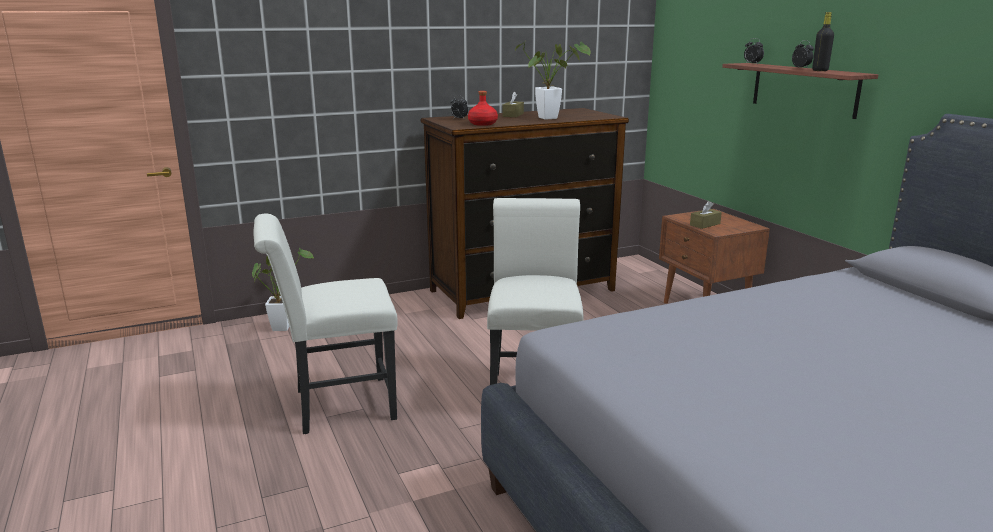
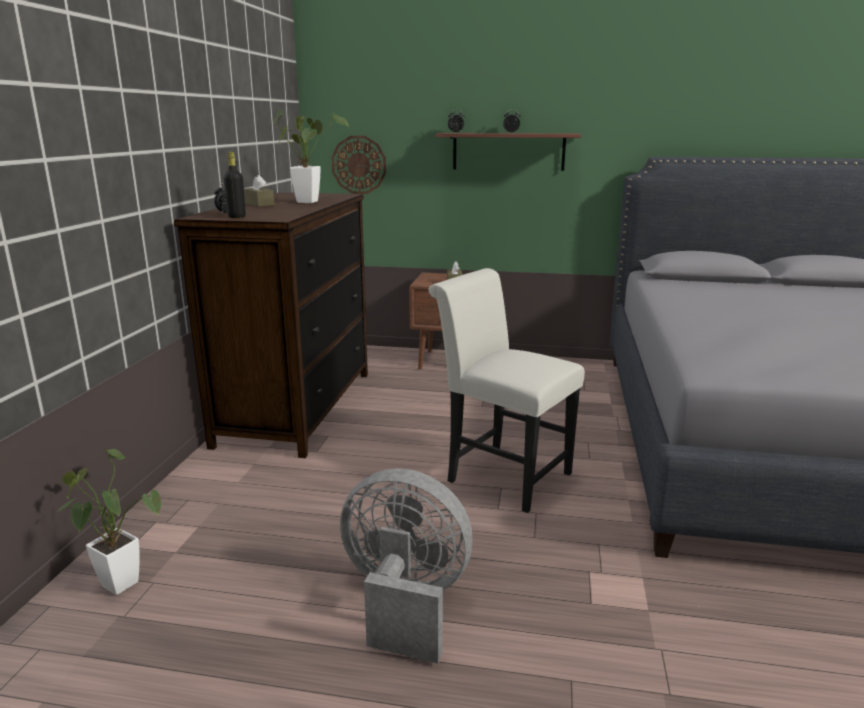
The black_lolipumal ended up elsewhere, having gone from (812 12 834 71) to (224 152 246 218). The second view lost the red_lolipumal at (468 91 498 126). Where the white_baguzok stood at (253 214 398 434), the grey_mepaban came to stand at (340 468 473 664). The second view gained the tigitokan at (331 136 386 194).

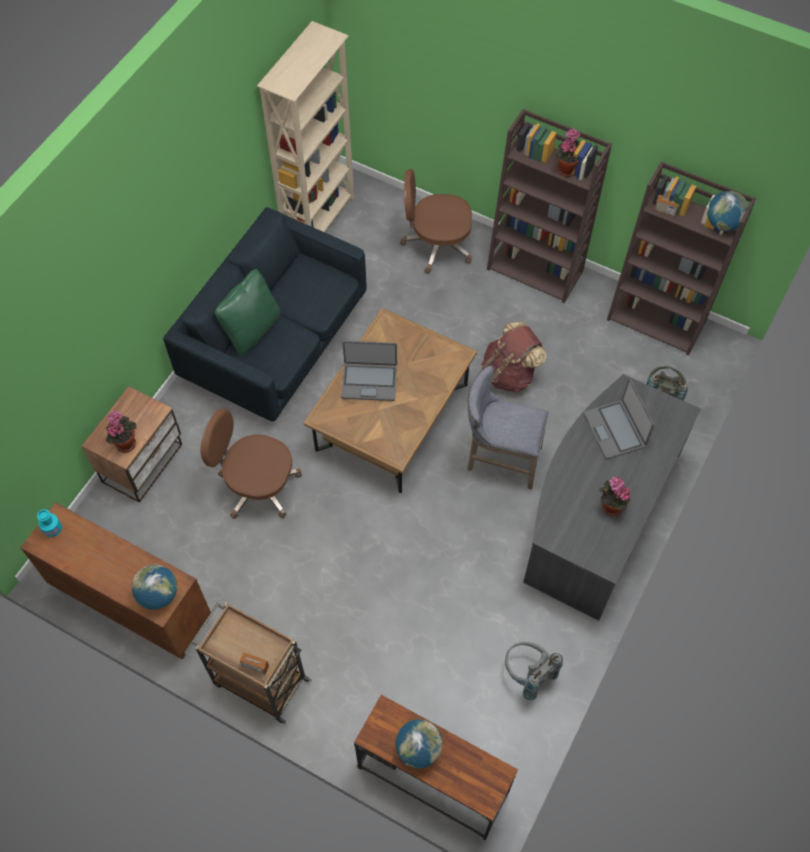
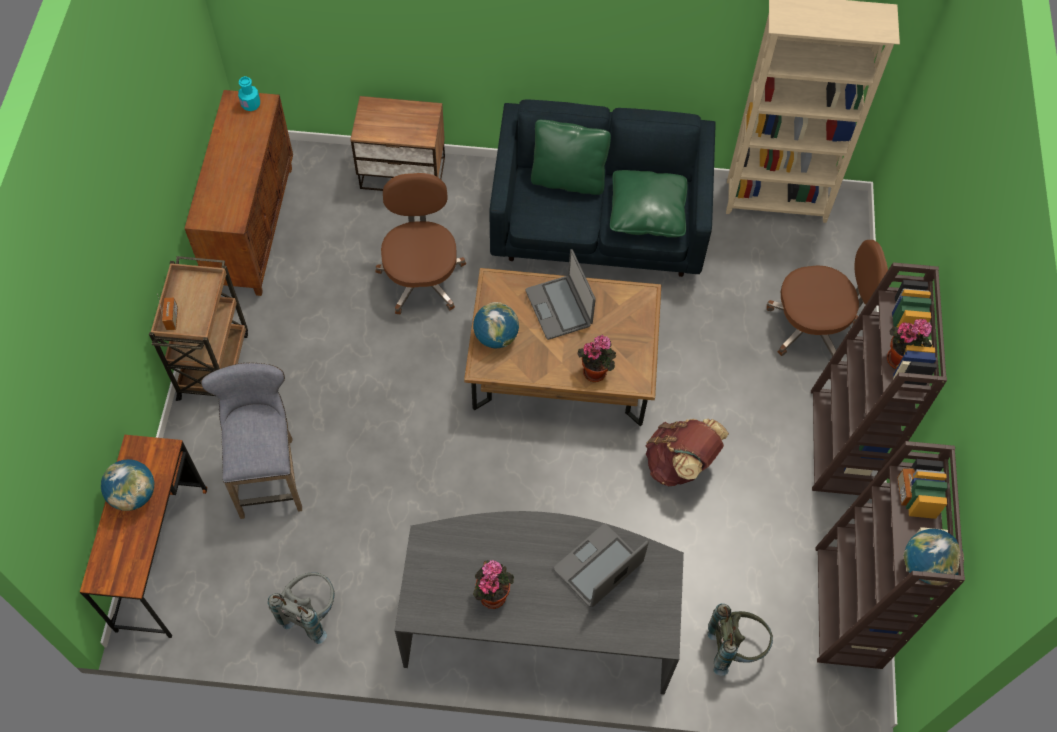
The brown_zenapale at (400 169 472 274) ended up facing another way, 105 degrees clockwise from before. The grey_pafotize ended up elsewhere, having gone from (467 365 549 490) to (201 363 302 519). The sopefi ended up elsewhere, having gone from (106 411 137 453) to (577 335 617 382). The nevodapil ended up elsewhere, having gone from (132 565 177 609) to (473 302 519 348). The second view gained the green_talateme at (610 170 688 237).

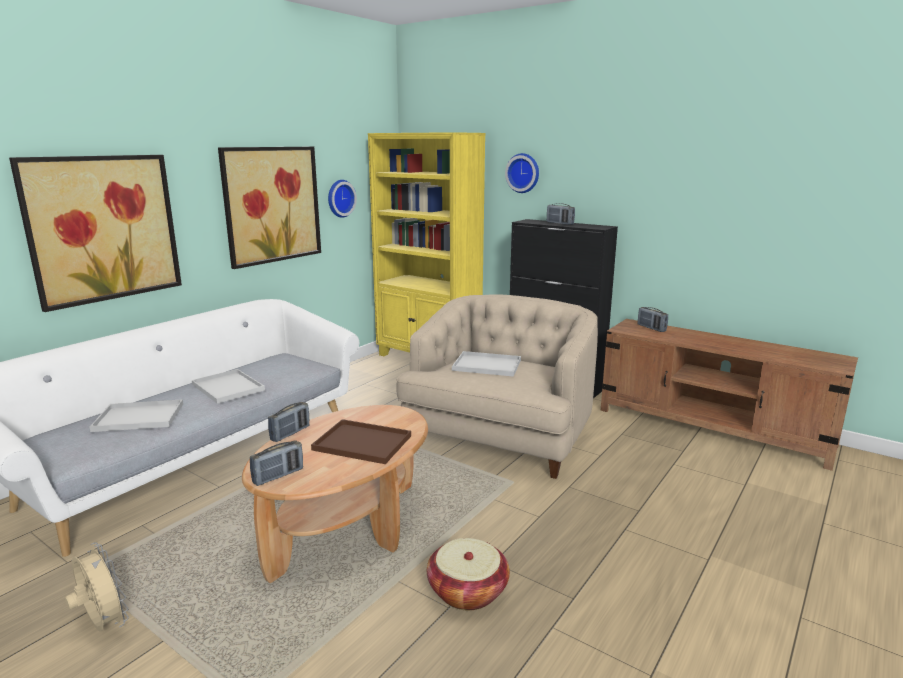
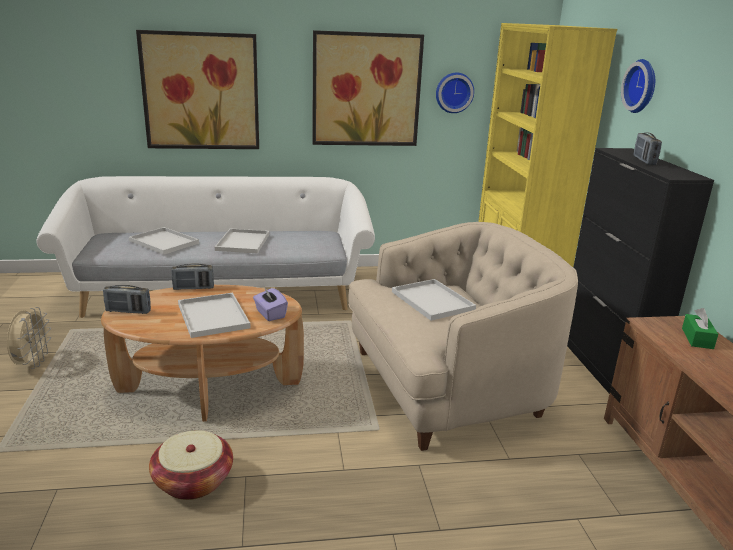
Where the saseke stood at (638 307 668 332), the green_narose came to stand at (682 308 718 349). What was the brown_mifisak at (311 419 411 464) turned into the white_mifisak at (178 293 251 338). The second view gained the purple_narose at (253 287 288 321).

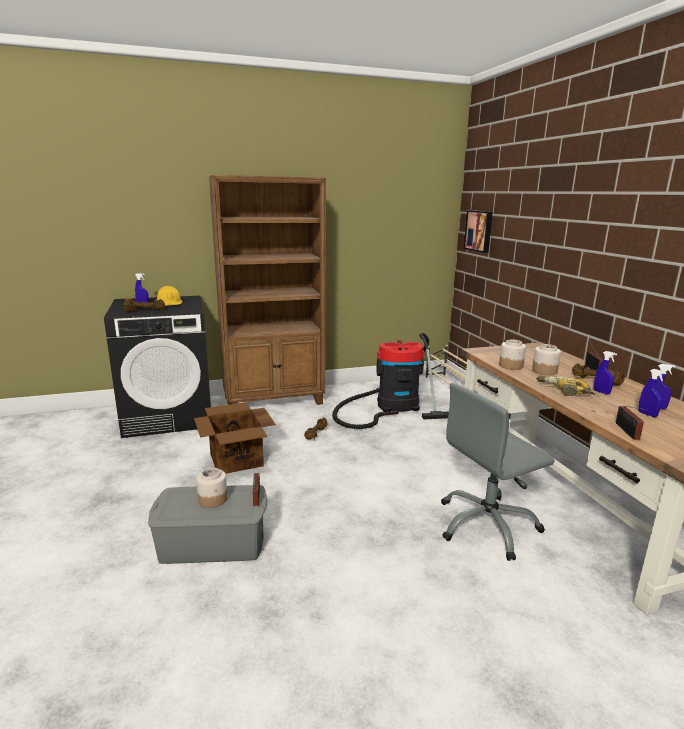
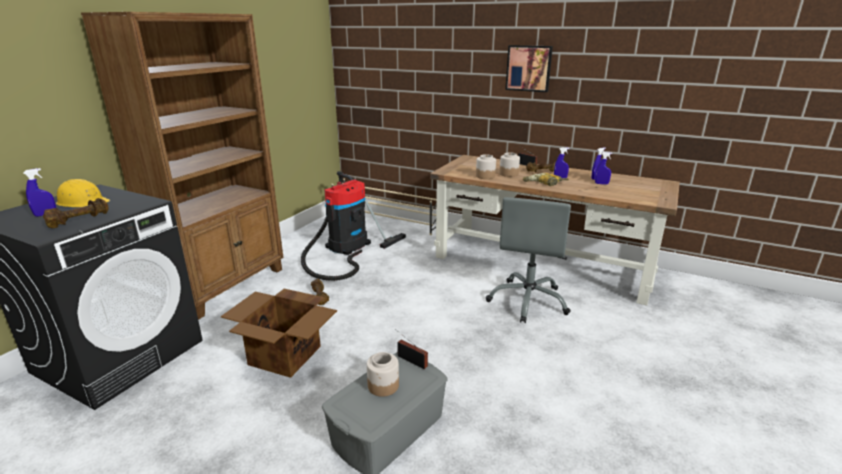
The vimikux ended up elsewhere, having gone from (464 210 493 253) to (505 45 553 92). The second view lost the saseke at (616 406 648 440).

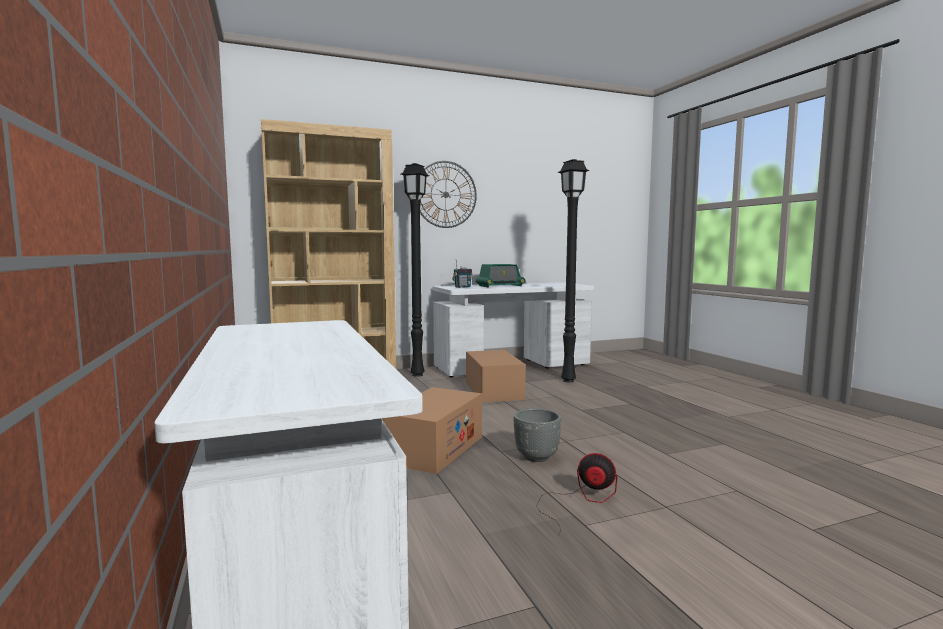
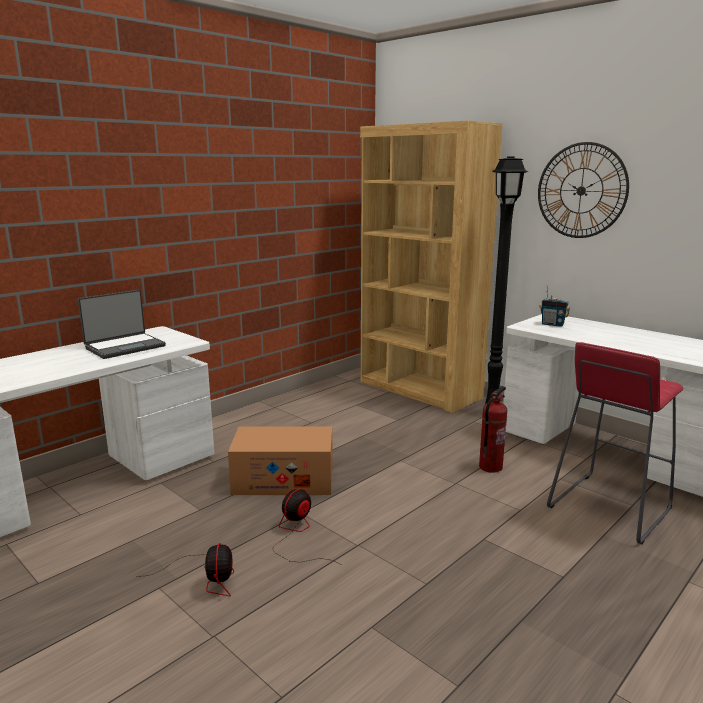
Where the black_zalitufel stood at (557 159 590 382), the red_pafotize came to stand at (547 342 684 545). The second view lost the saseke at (476 264 526 287). Where the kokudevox stood at (466 350 526 402), the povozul came to stand at (479 386 507 473). Where the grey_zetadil stood at (514 408 561 462), the mepaban came to stand at (273 489 341 565). The second view gained the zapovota at (78 290 166 359).

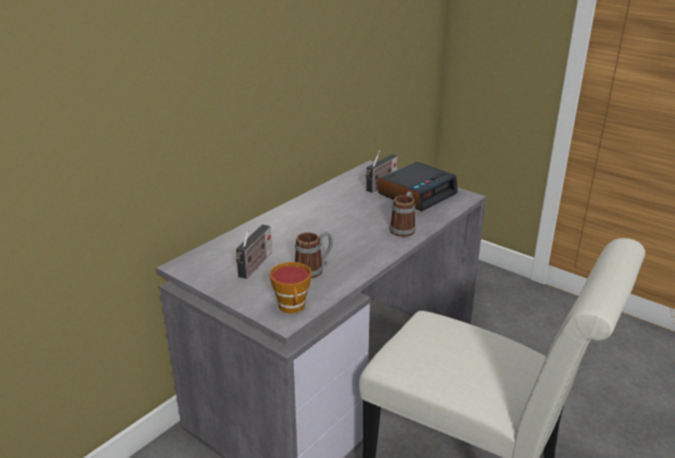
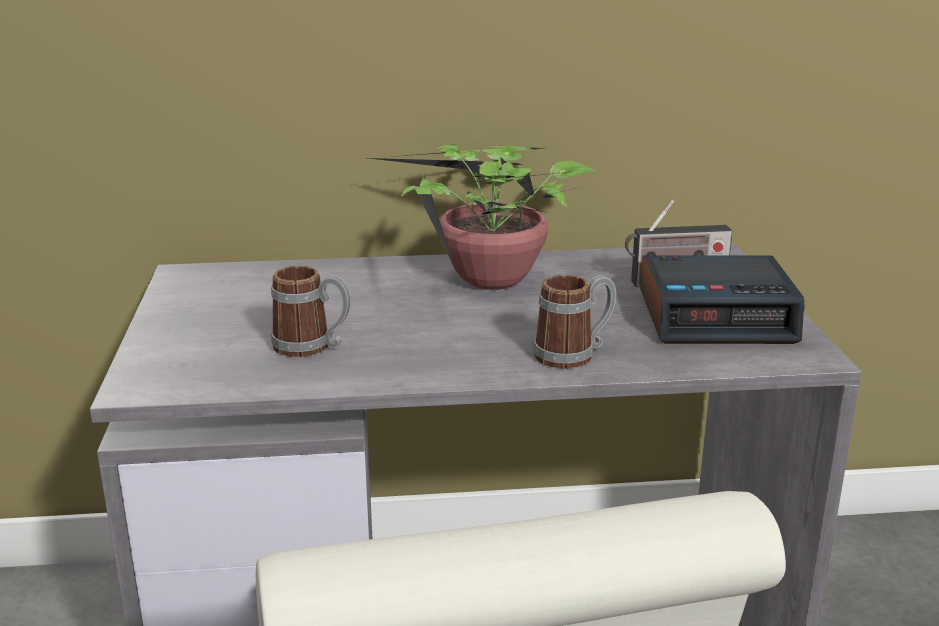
The second view lost the saseke at (236 224 272 279). The second view lost the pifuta at (269 262 312 314). The second view gained the sopefi at (369 144 597 290).

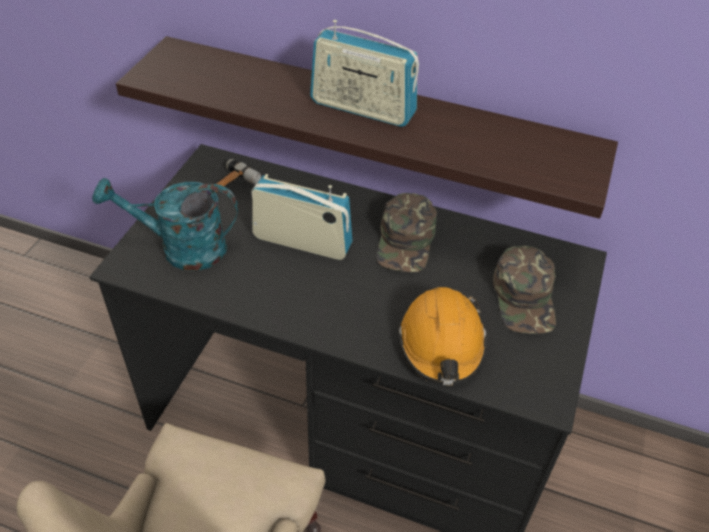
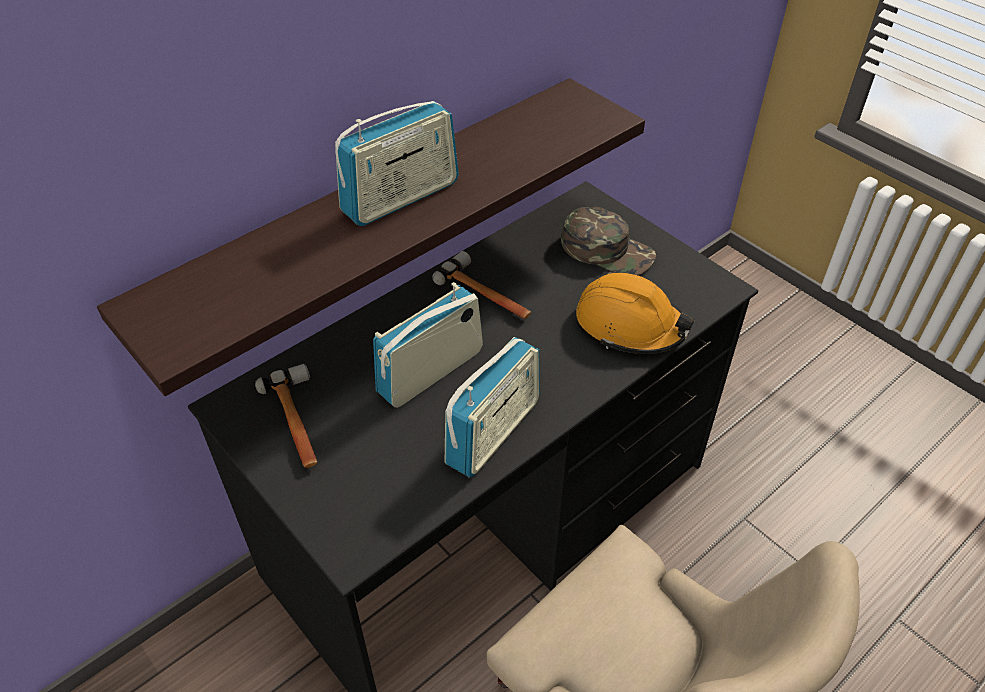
The second view lost the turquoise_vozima at (92 178 238 271). Where the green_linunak stood at (377 193 437 272), the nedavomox came to stand at (432 251 531 319). The second view gained the saseke at (445 337 540 477).

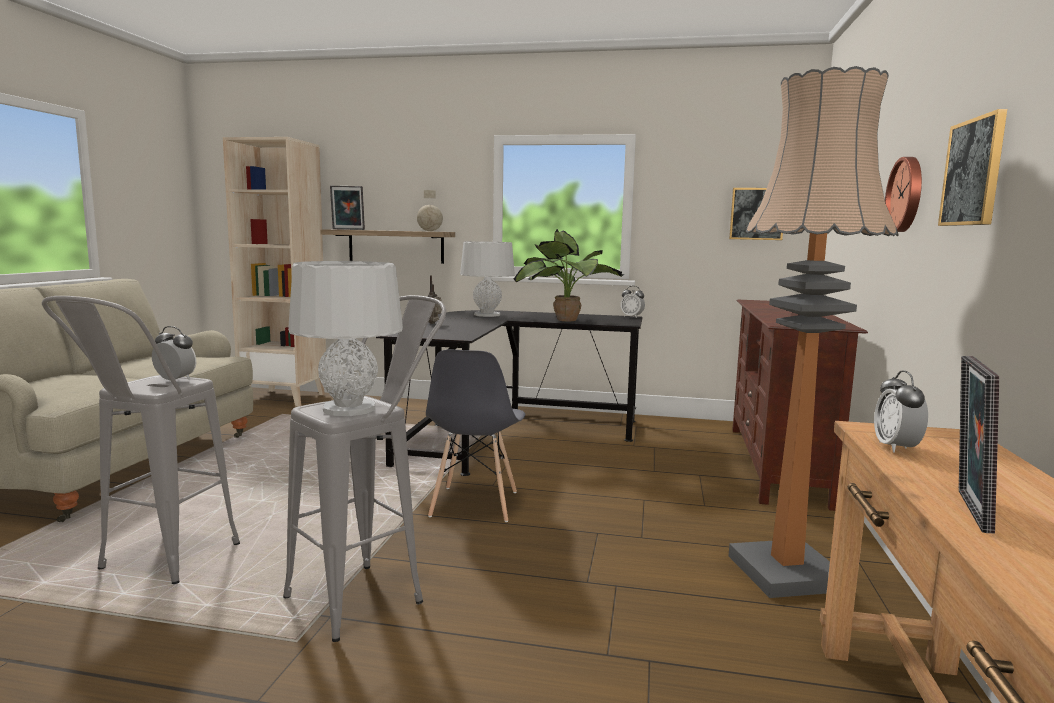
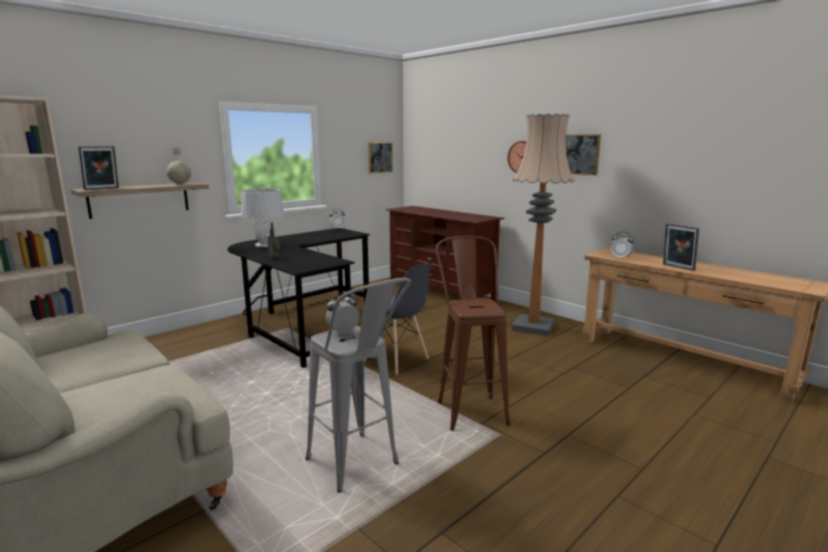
The second view lost the sopefi at (514 229 624 321). The second view lost the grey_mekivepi at (288 261 403 416). What was the grey_pafotize at (283 295 446 642) turned into the brown_pafotize at (435 236 510 431).

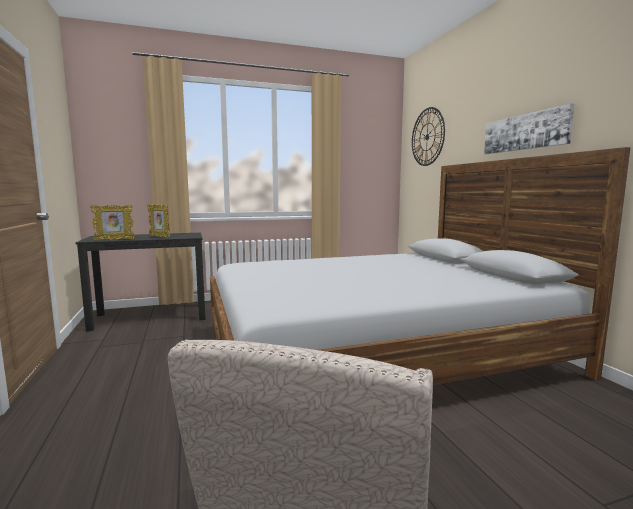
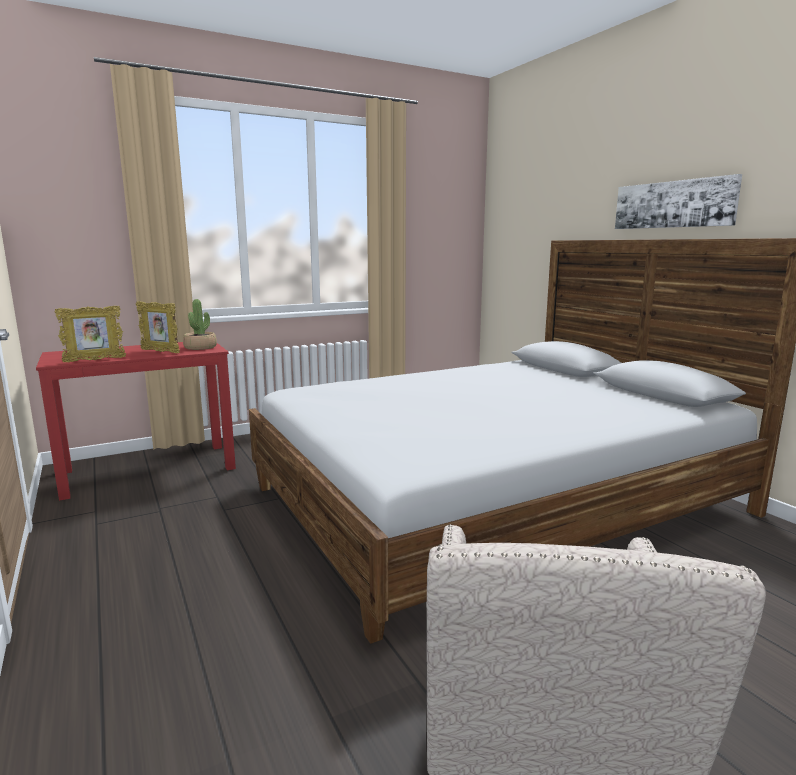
The second view lost the tigitokan at (412 107 445 166). What was the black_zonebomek at (76 233 206 332) turned into the red_zonebomek at (36 342 236 501). The second view gained the sopefi at (183 299 217 350).

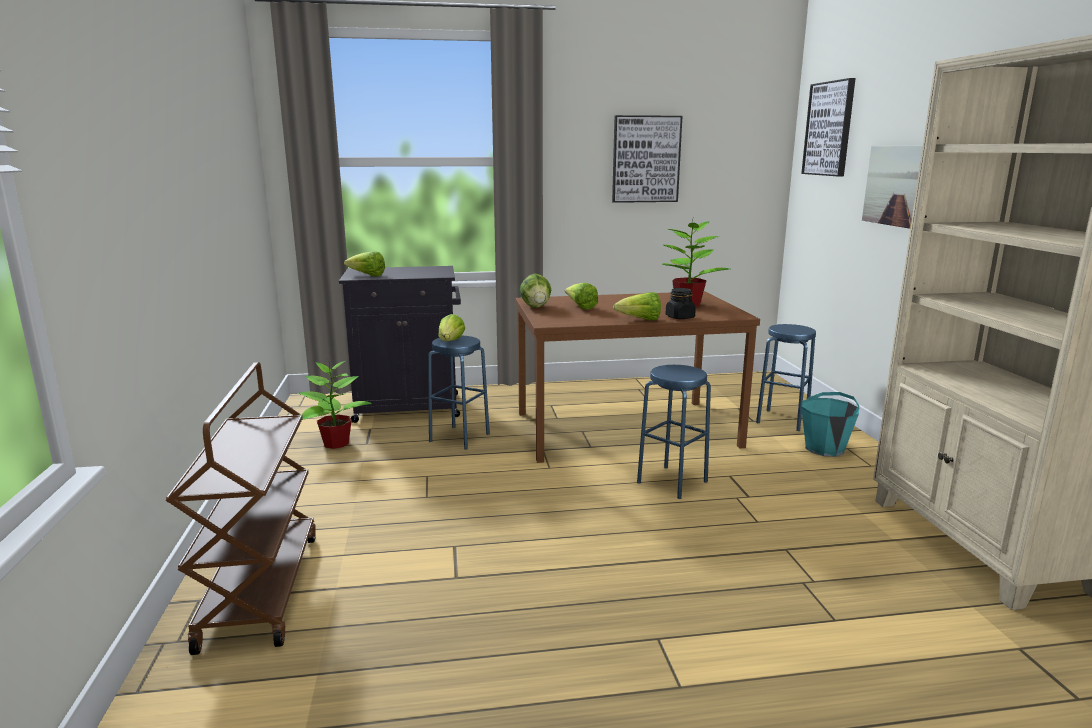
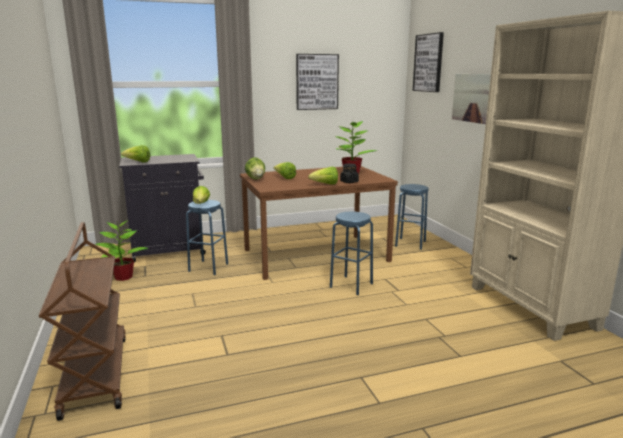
The second view lost the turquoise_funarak at (801 392 859 457).

